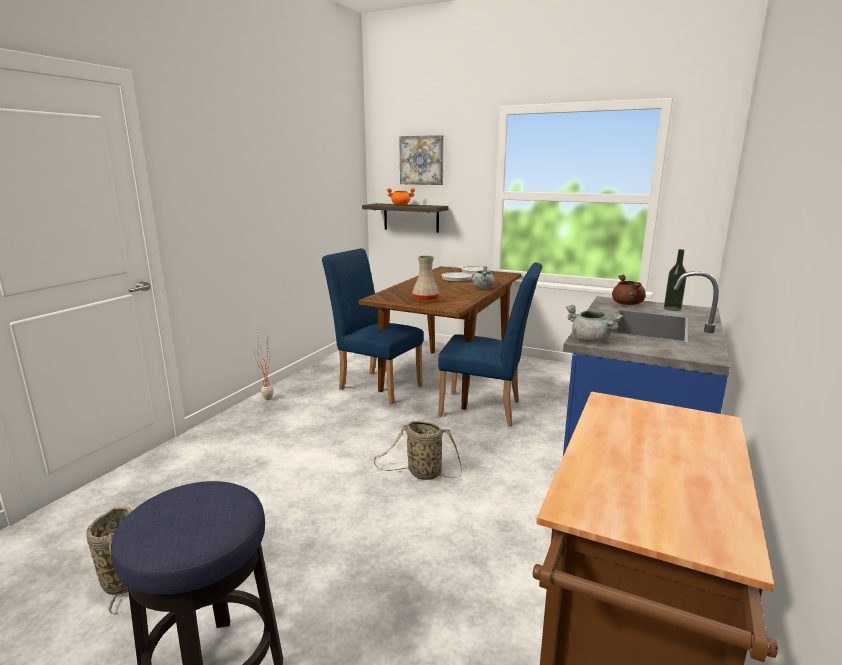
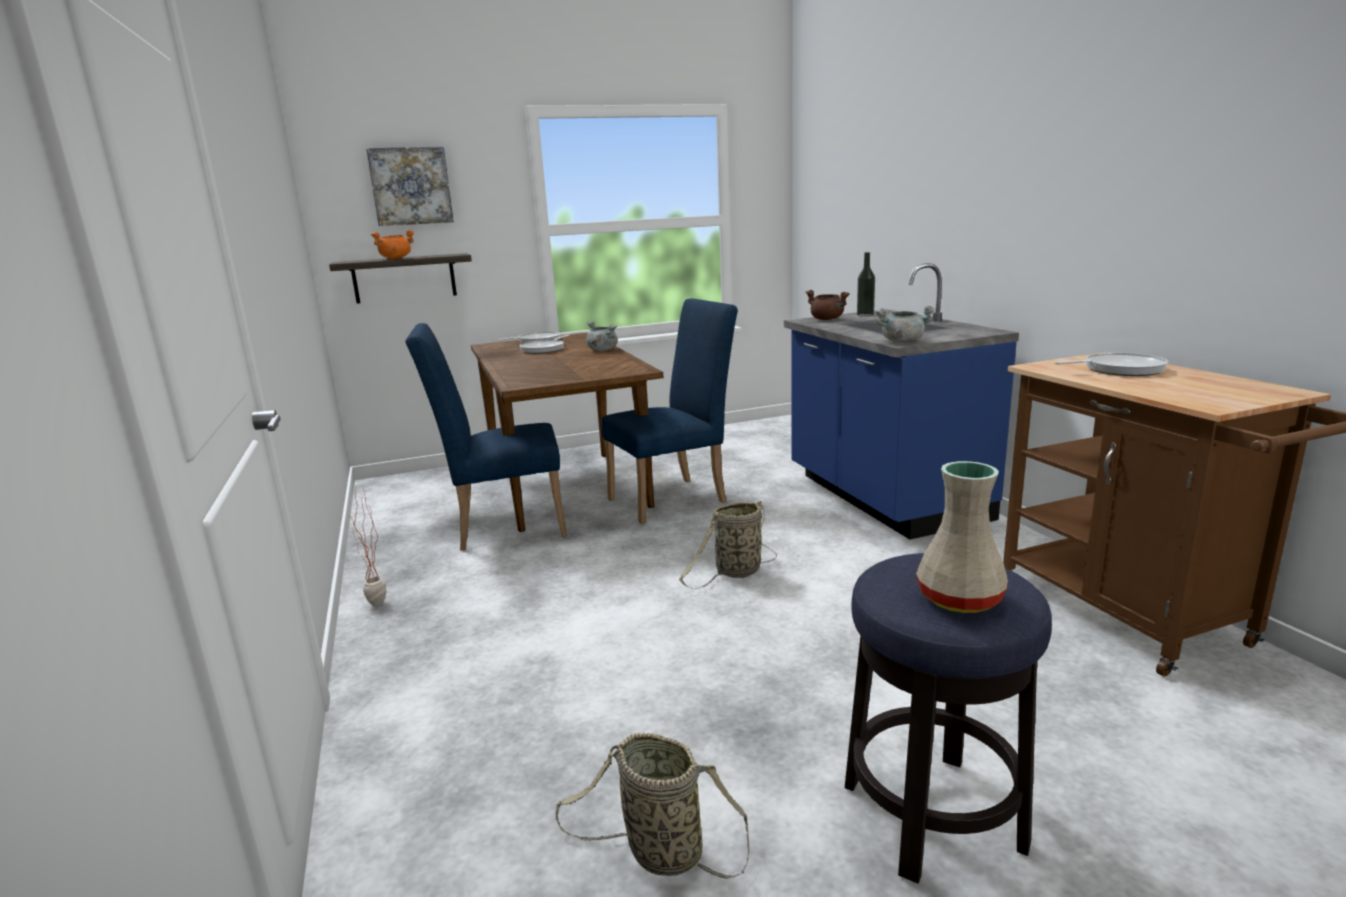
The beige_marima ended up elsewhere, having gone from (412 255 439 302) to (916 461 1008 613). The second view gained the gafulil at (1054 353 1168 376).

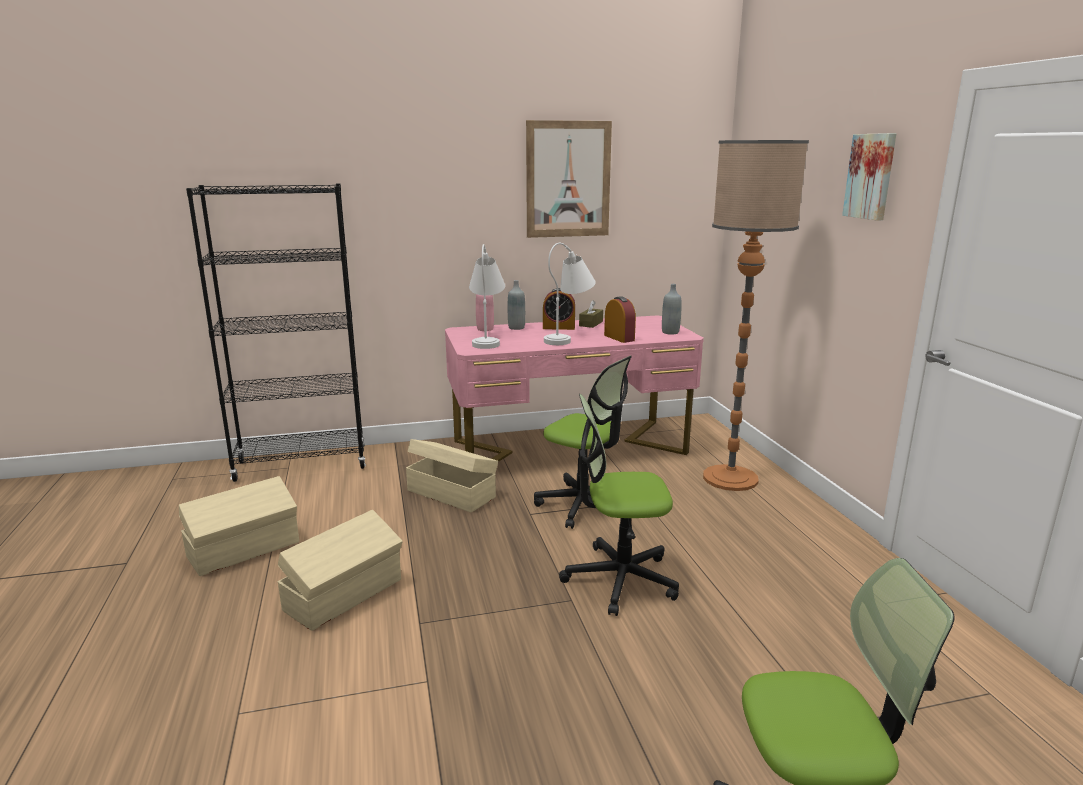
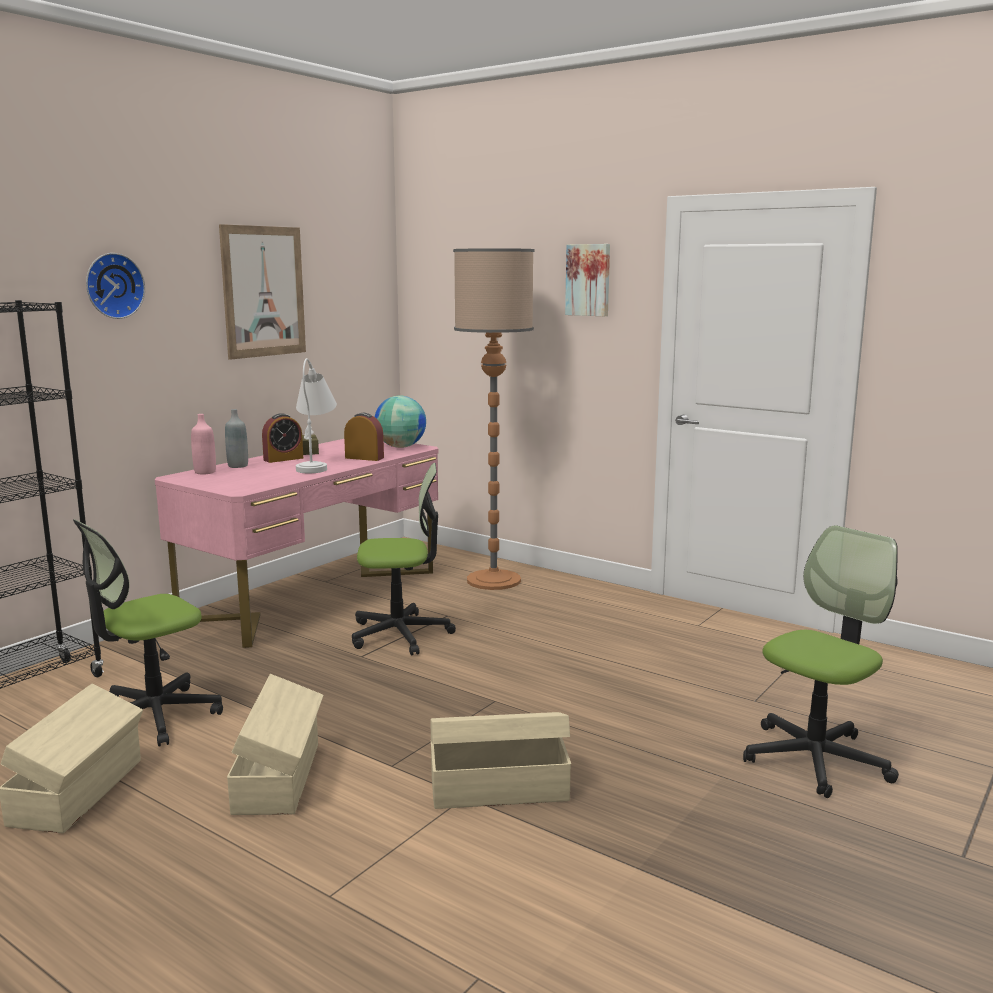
The second view lost the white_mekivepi at (469 244 505 349). Where the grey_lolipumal stood at (662 284 682 335), the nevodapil came to stand at (375 396 426 448). The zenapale ended up elsewhere, having gone from (559 394 679 616) to (73 519 223 747). The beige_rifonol ended up elsewhere, having gone from (406 439 498 512) to (431 712 571 809). The second view gained the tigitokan at (86 253 145 319).

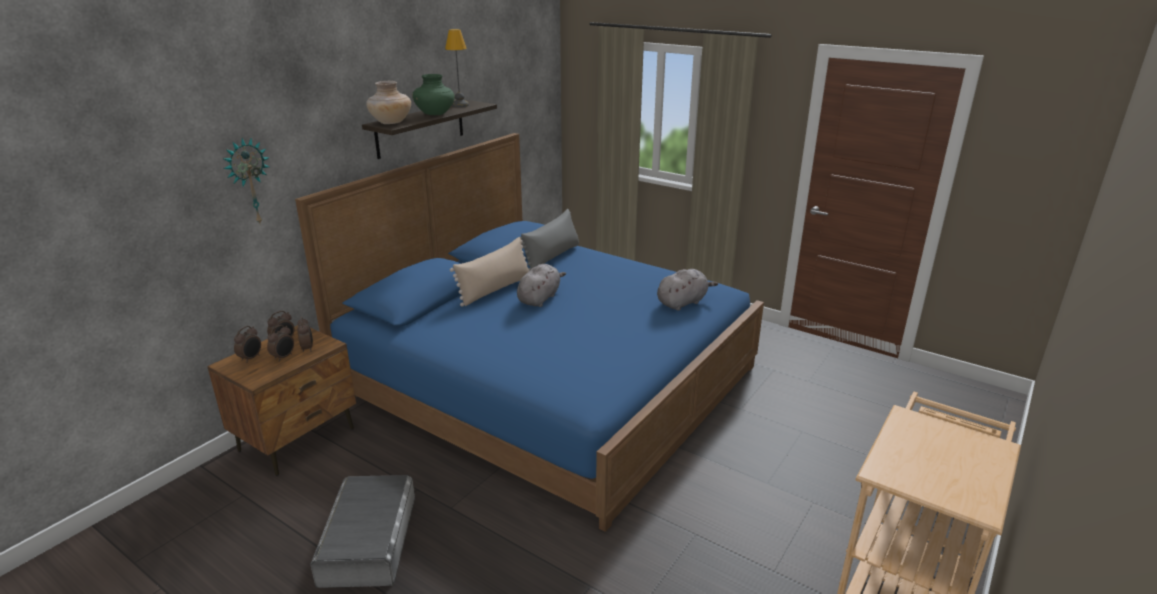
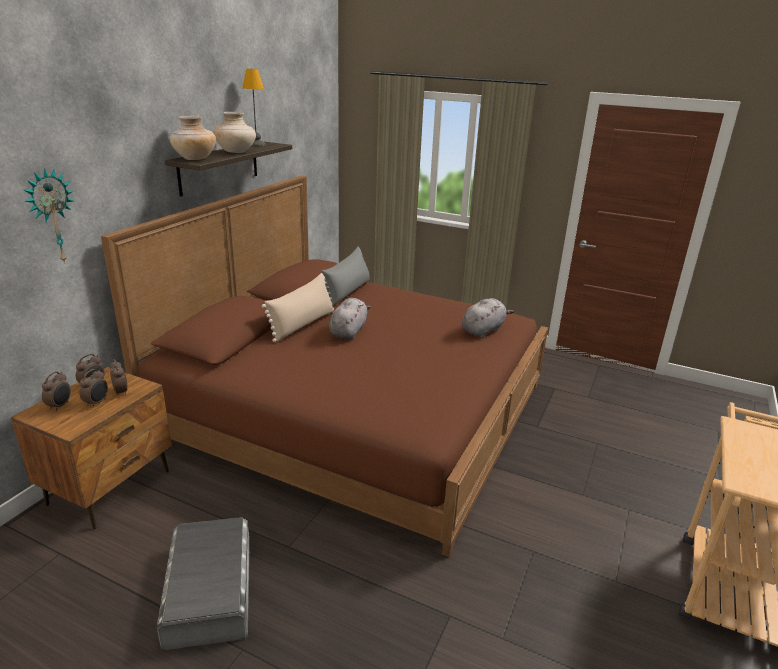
What was the green_marima at (412 74 455 115) turned into the beige_marima at (213 112 256 153). What was the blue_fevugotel at (295 133 764 532) turned into the brown_fevugotel at (101 175 548 557).

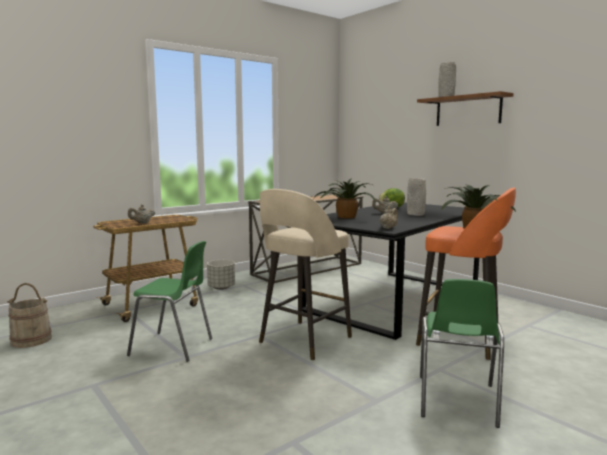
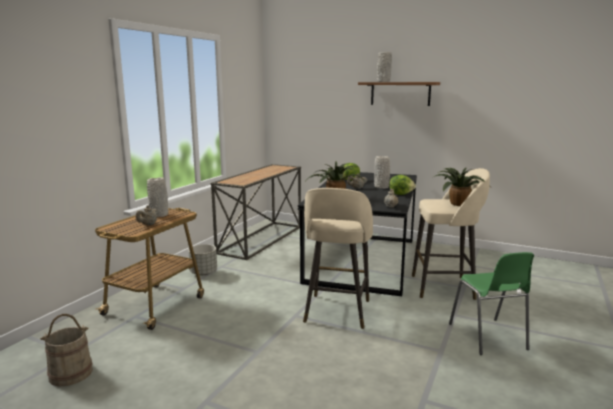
What was the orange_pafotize at (416 188 516 360) turned into the beige_pafotize at (412 168 490 300). The second view lost the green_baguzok at (127 241 212 362). The second view gained the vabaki at (389 175 416 195). The second view gained the grey_marima at (147 177 168 217).

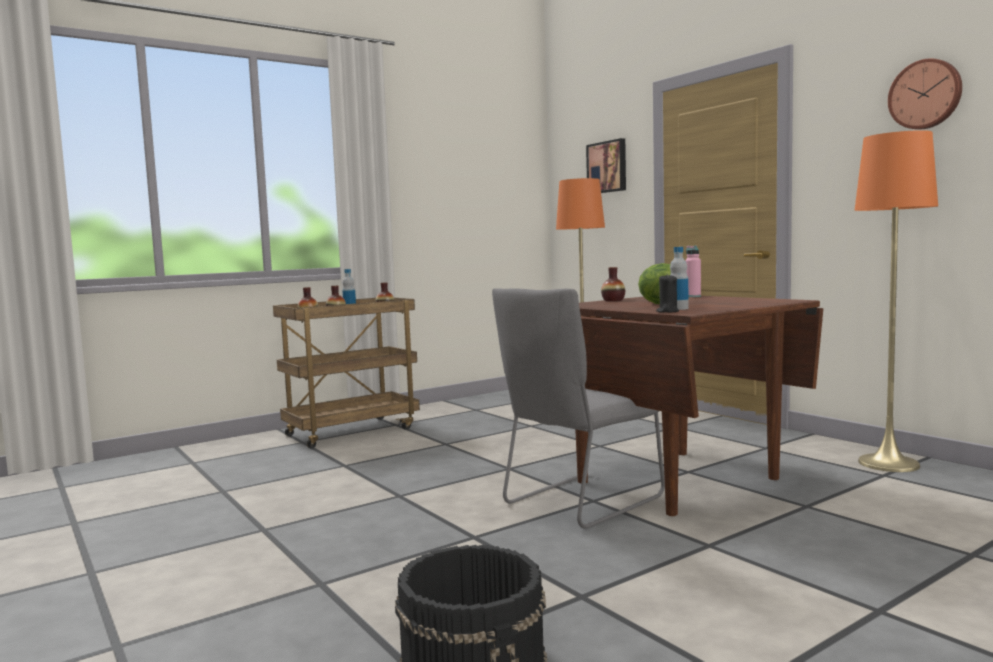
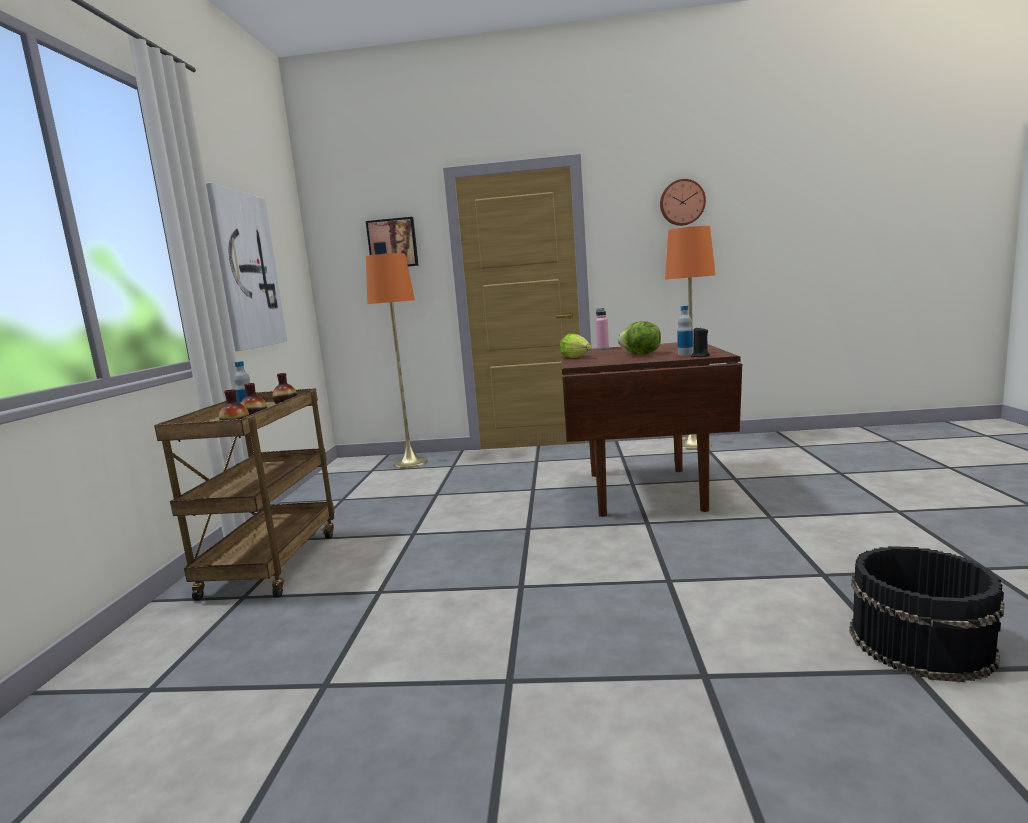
Where the marima stood at (601 267 625 301), the vabaki came to stand at (560 334 591 358). The second view lost the grey_baguzok at (492 288 665 529). The second view gained the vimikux at (206 183 287 351).

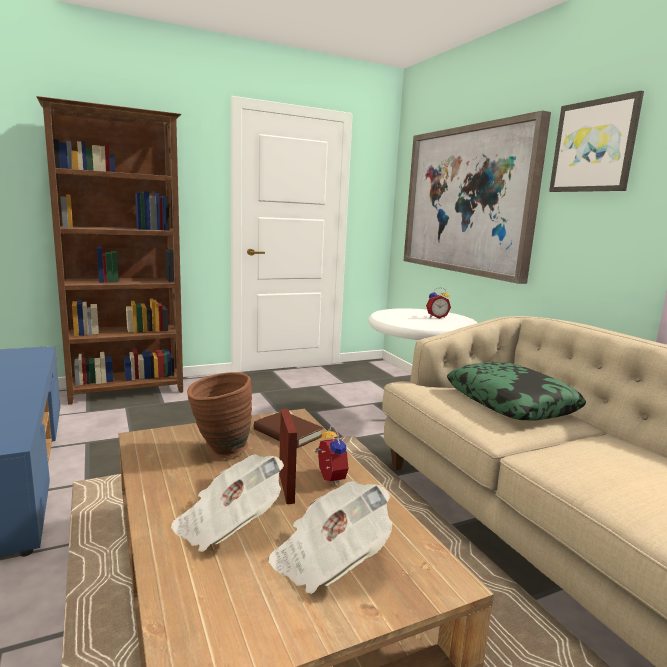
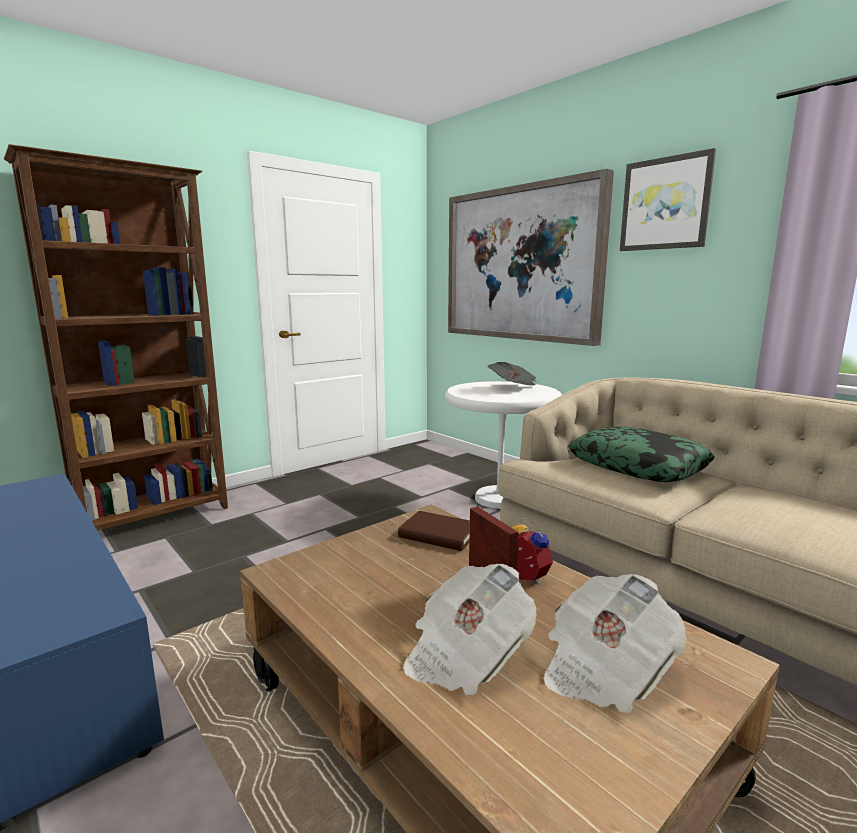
Where the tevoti stood at (426 287 451 319), the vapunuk came to stand at (488 362 537 385). The second view lost the brown_marima at (187 372 252 458).

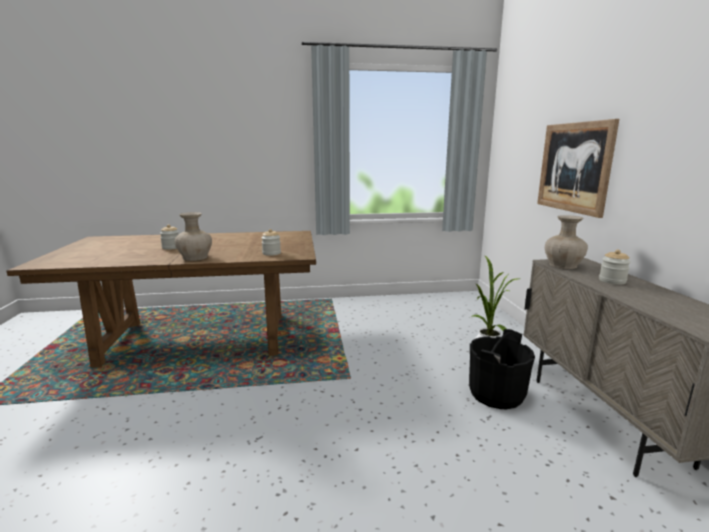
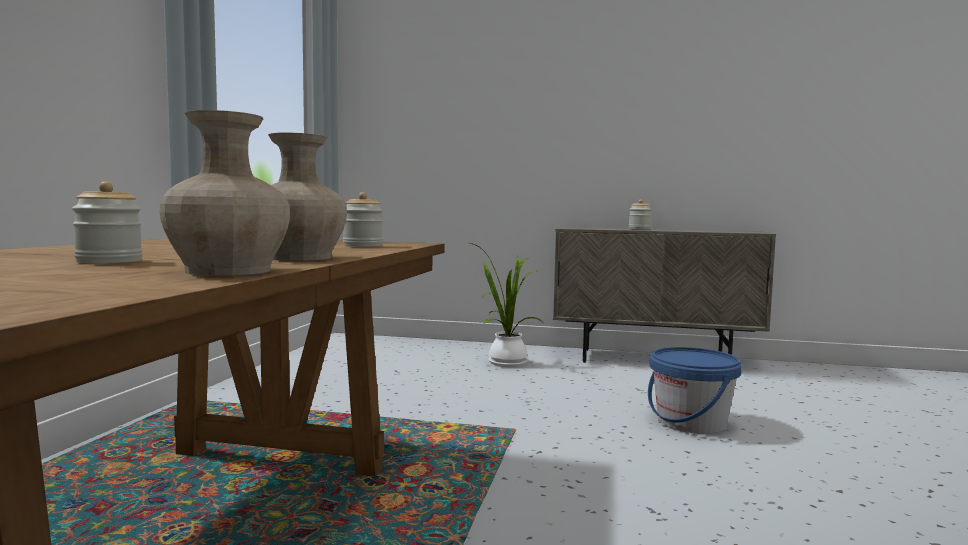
The second view lost the vimikux at (537 119 619 218). The beige_marima ended up elsewhere, having gone from (545 215 588 269) to (160 110 290 276). The second view lost the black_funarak at (469 329 535 409). The second view gained the blue_funarak at (648 347 742 434).

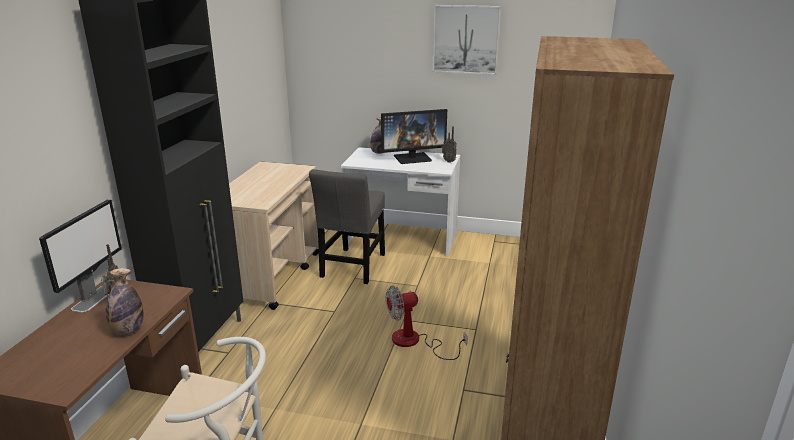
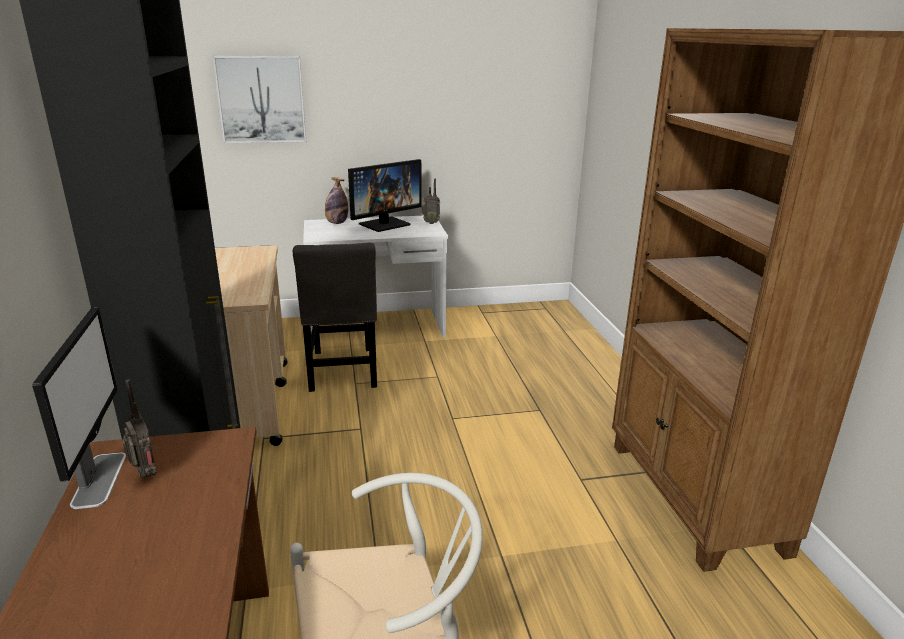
The vimikux ended up elsewhere, having gone from (433 5 501 75) to (213 56 306 143). The second view lost the lolipumal at (106 268 144 335). The second view lost the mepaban at (386 285 468 360).

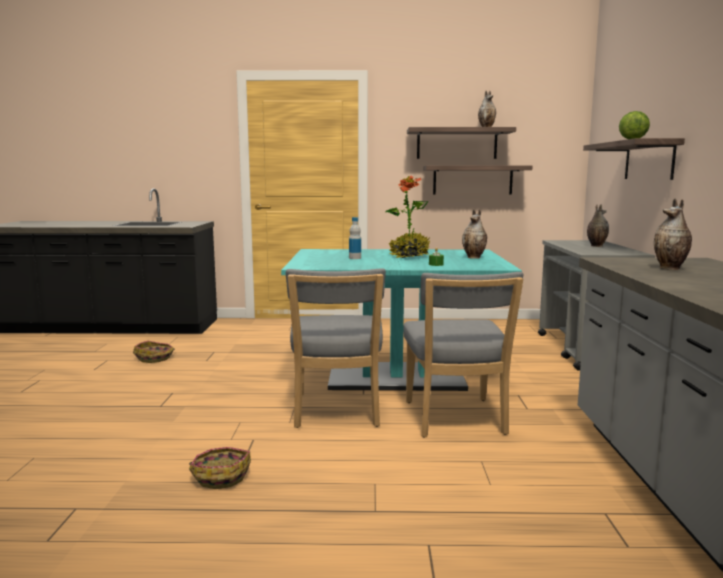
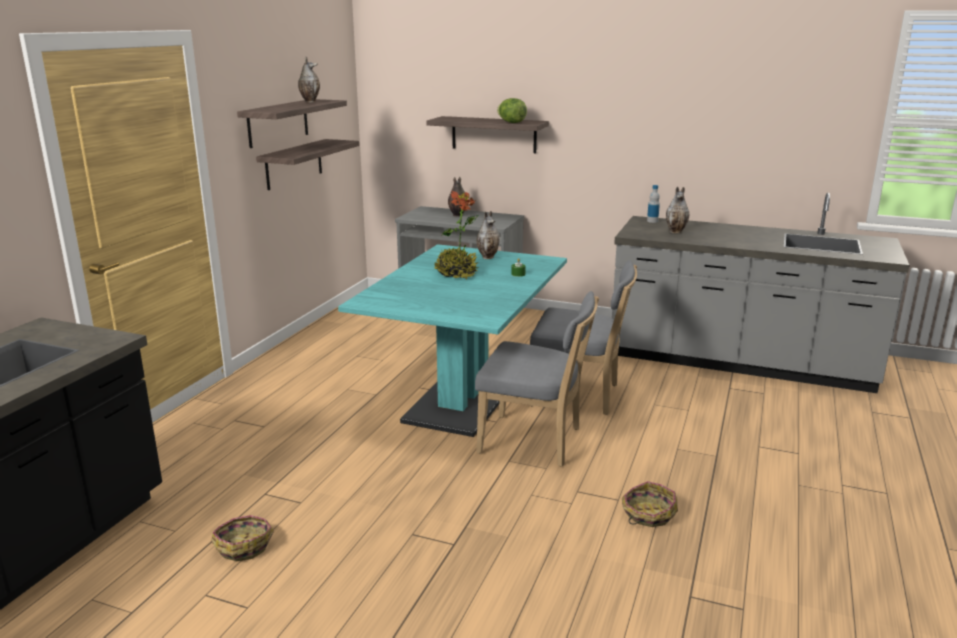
The lolipumal ended up elsewhere, having gone from (349 217 361 259) to (647 185 660 223).

